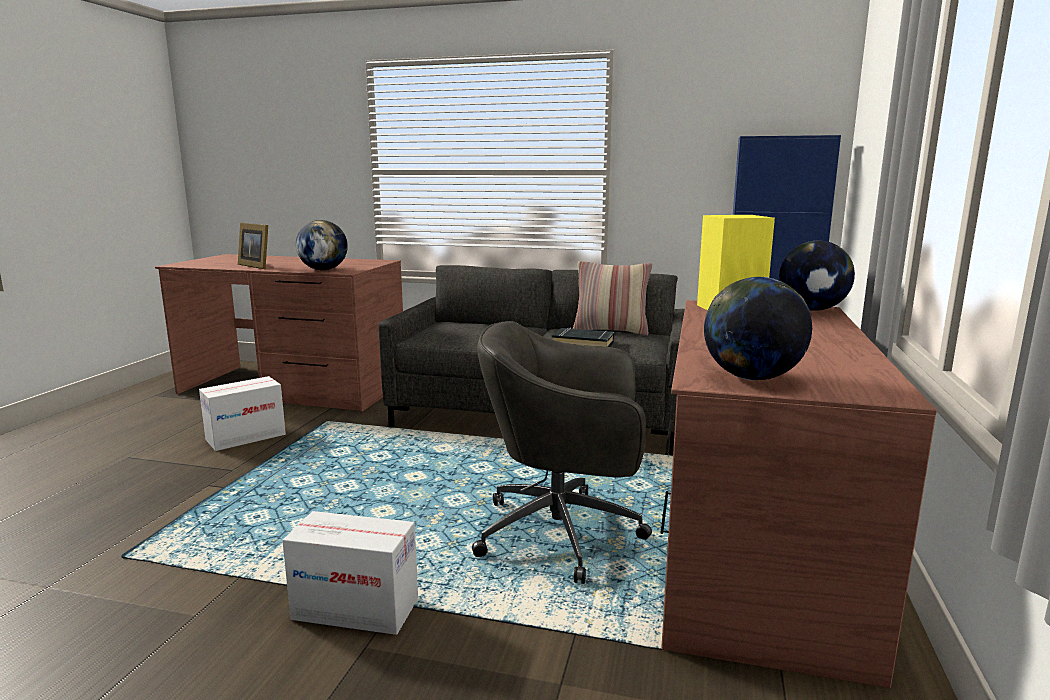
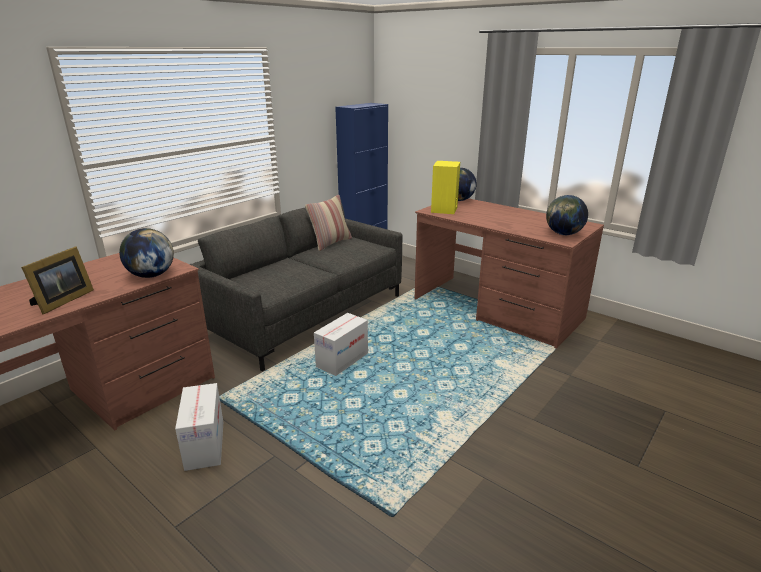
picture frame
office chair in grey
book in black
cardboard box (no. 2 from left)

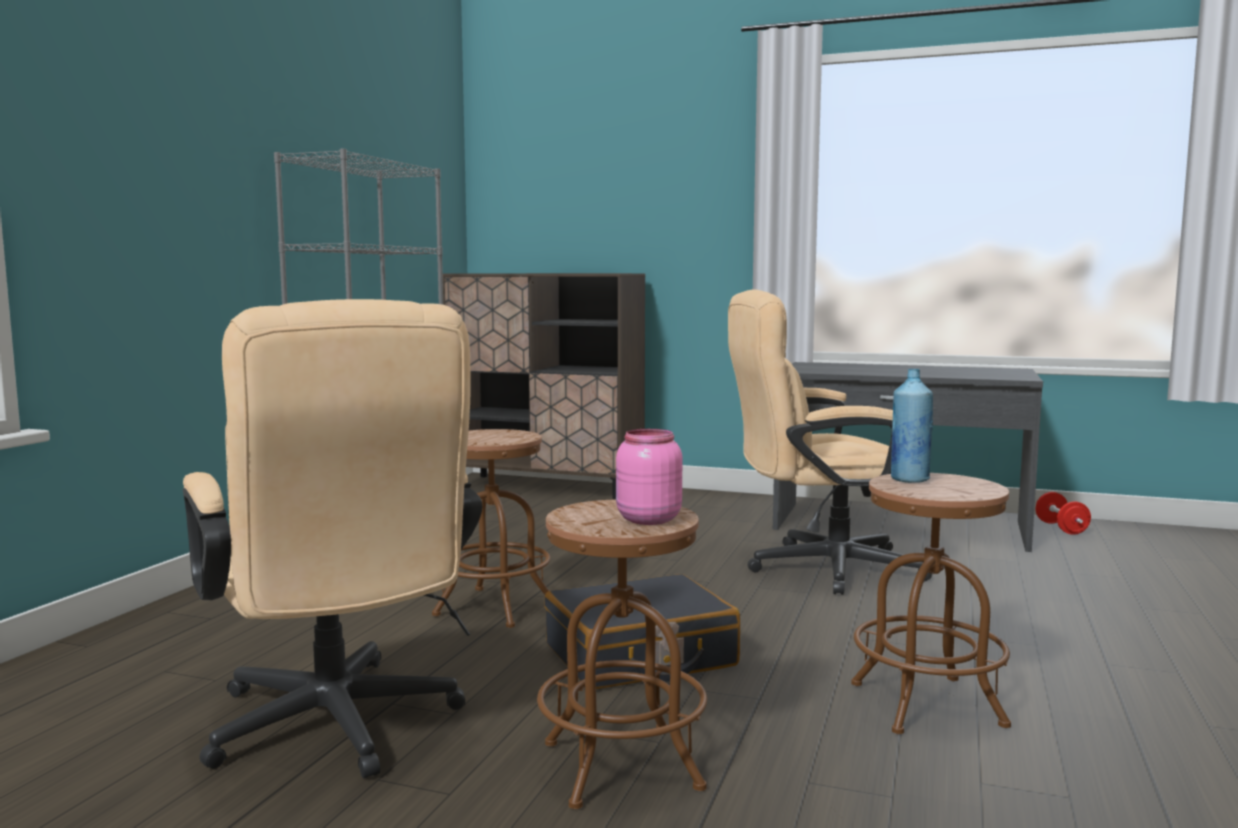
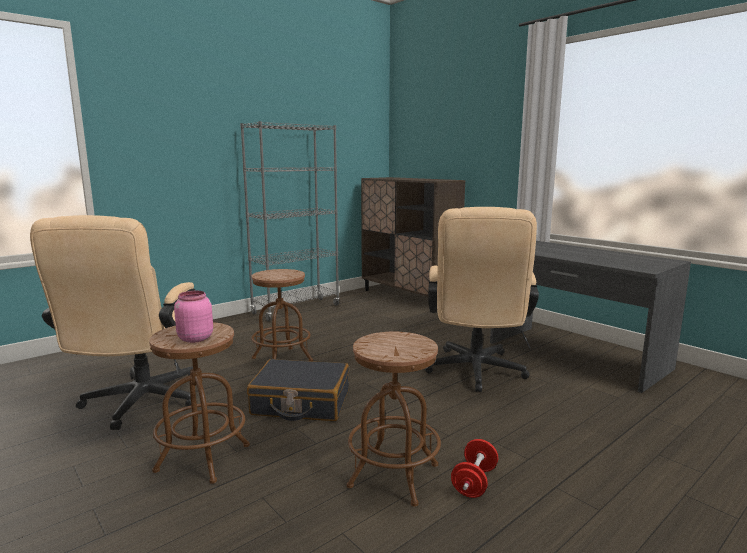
office chair in beige (no. 2 from left)
bottle in blue
dumbbell in red

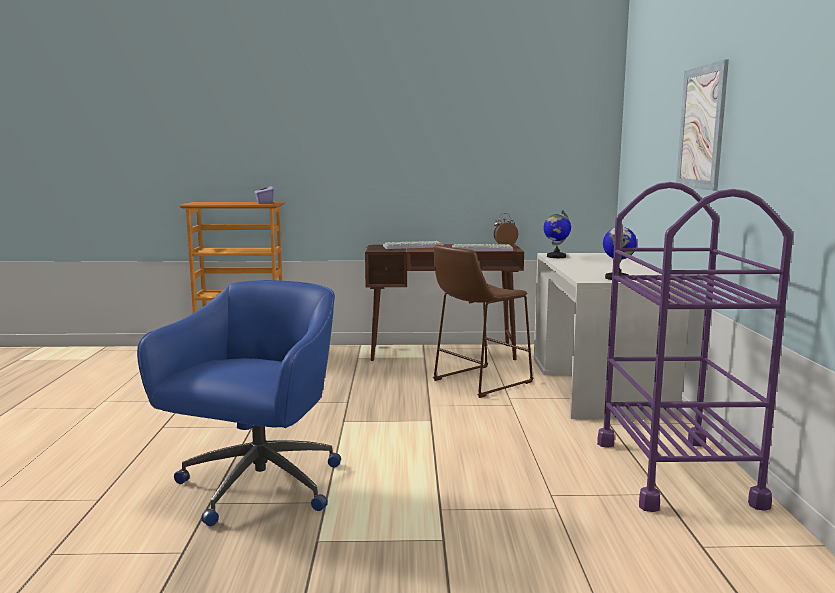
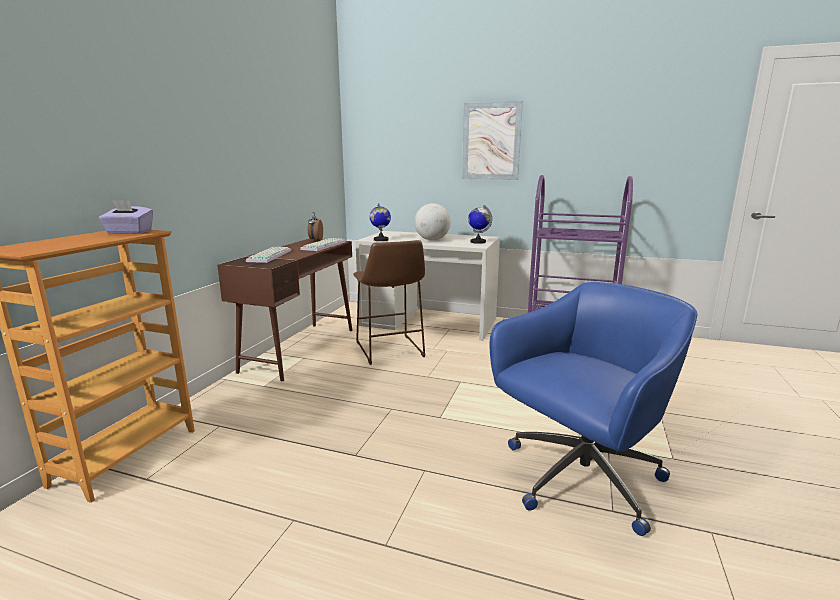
office chair in blue
globe (no. 2 from left)

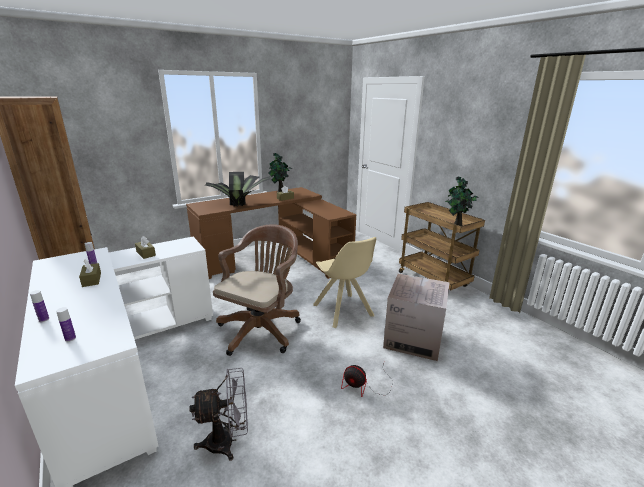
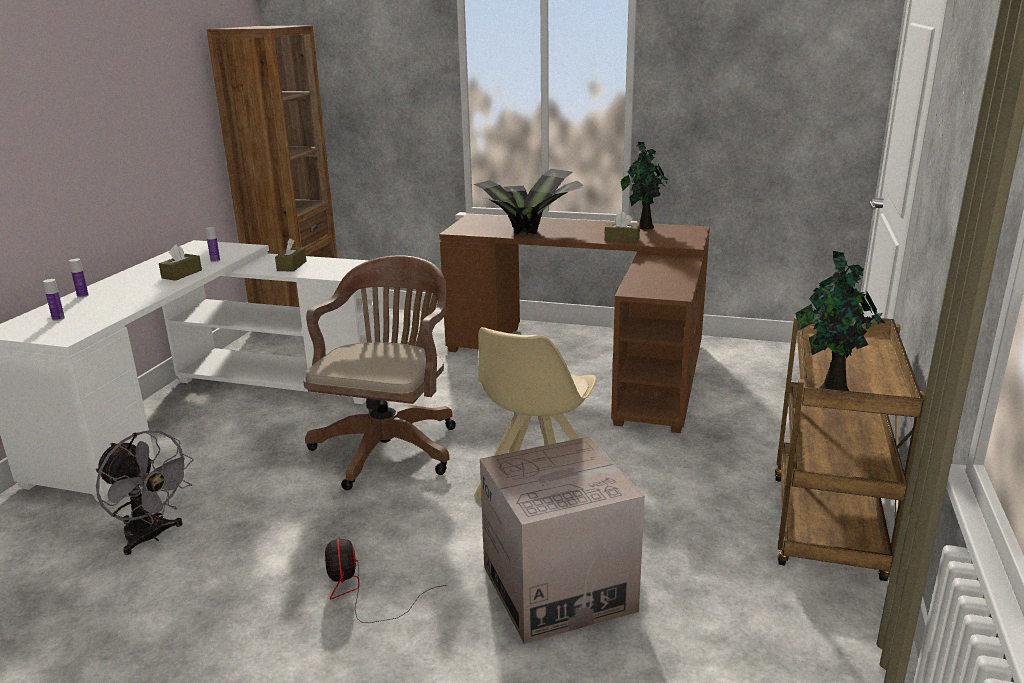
office chair in brown

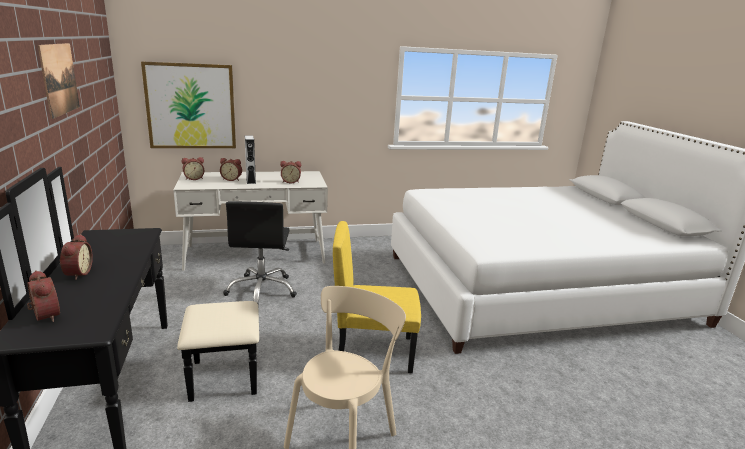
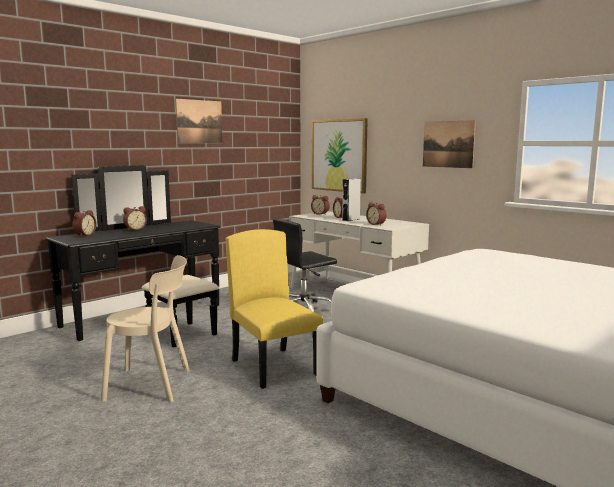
picture (no. 3 from left)

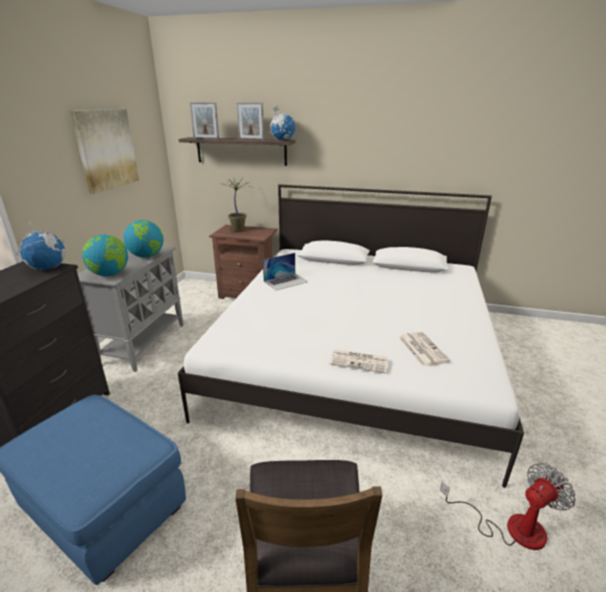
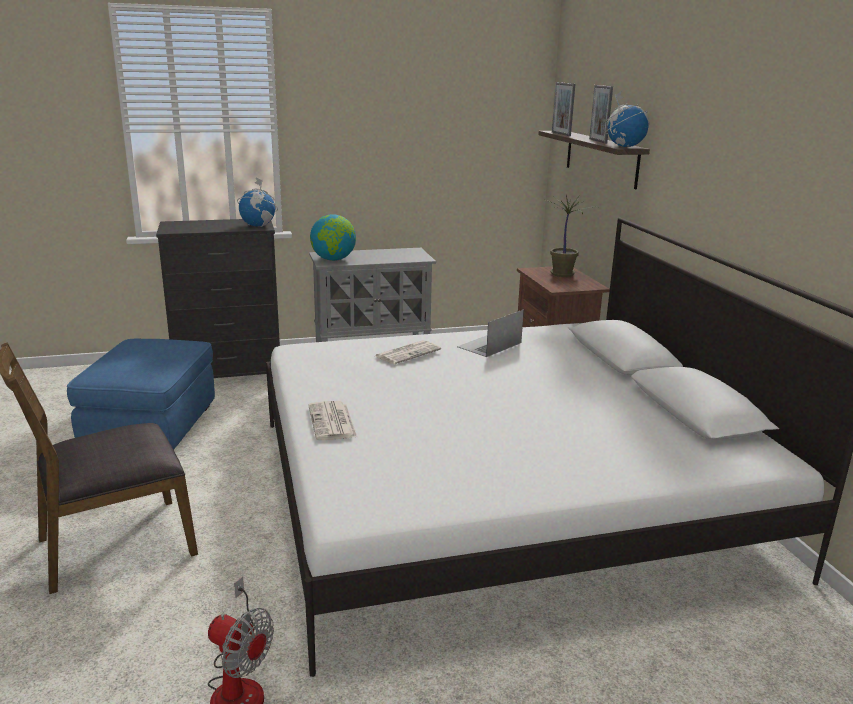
picture
globe (no. 3 from left in the first image)
laptop
newspaper (no. 2 from left)

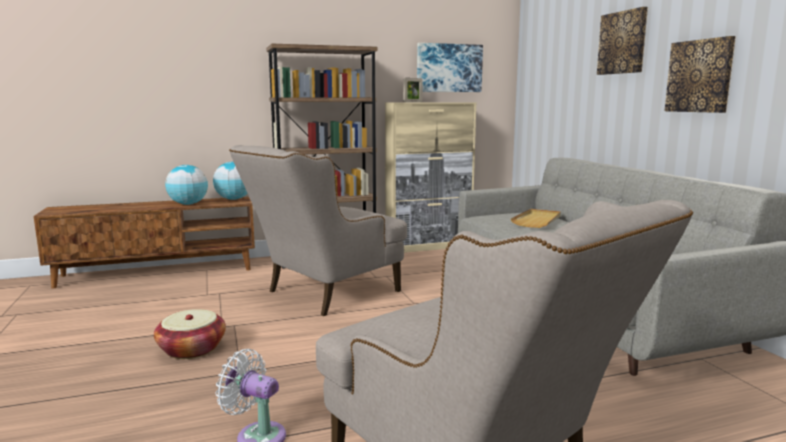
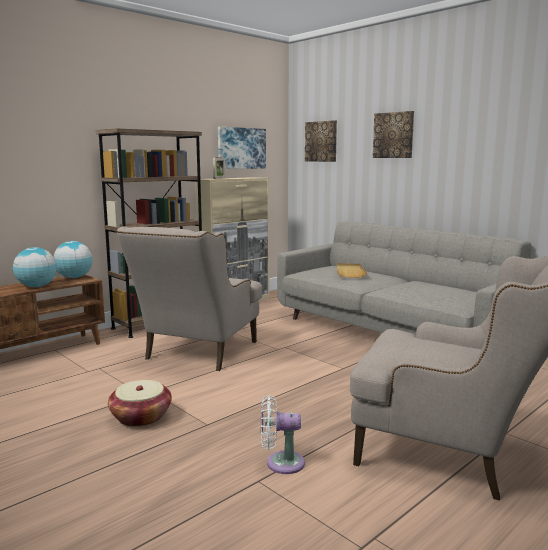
picture (no. 2 from left)

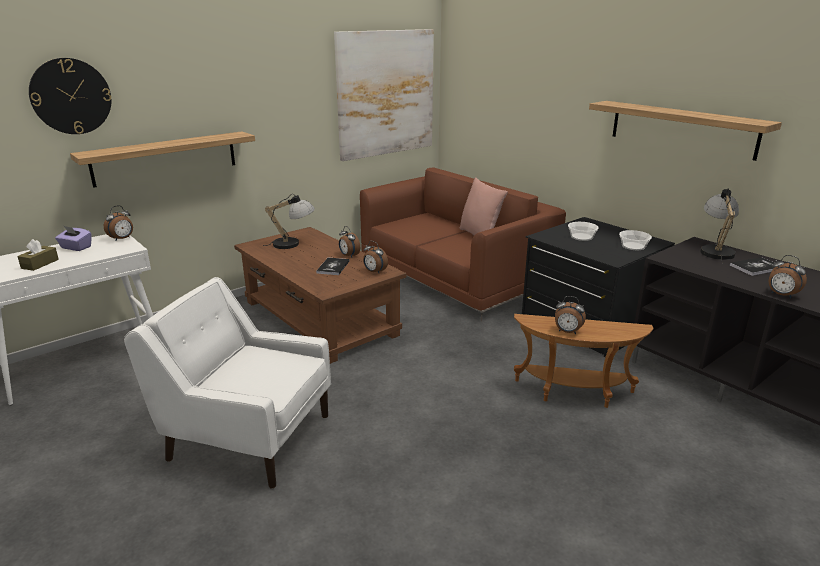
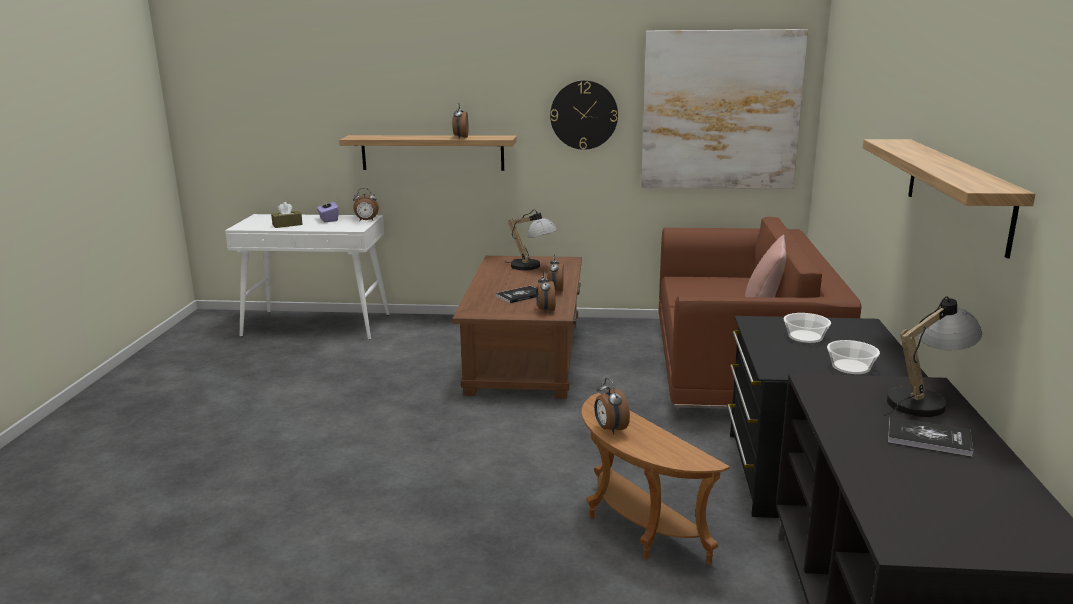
wall clock
alarm clock (no. 2 from left)
armchair in white

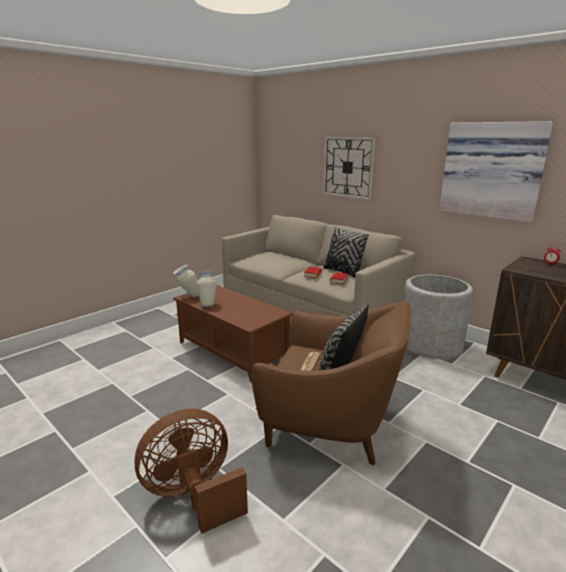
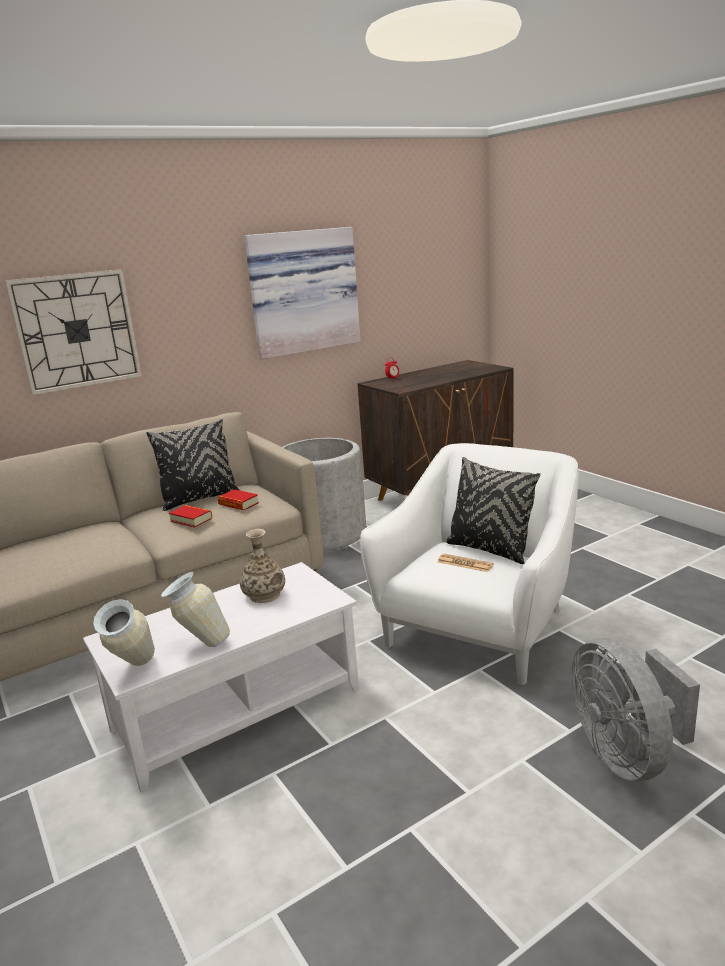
coffee table in white
armchair in white
fan in grey
vase (no. 3 from left)

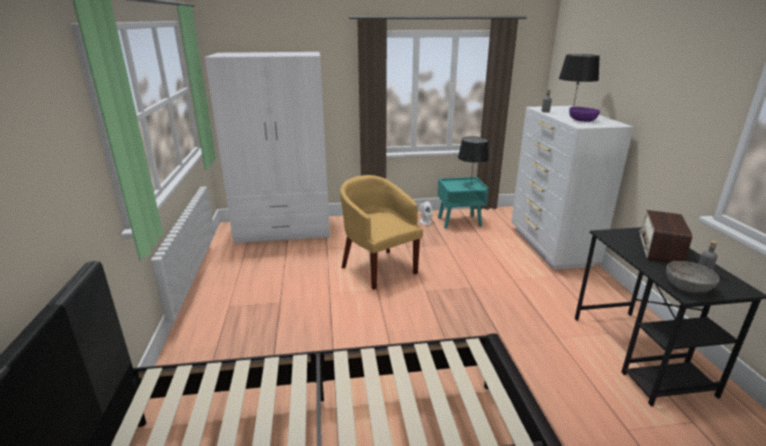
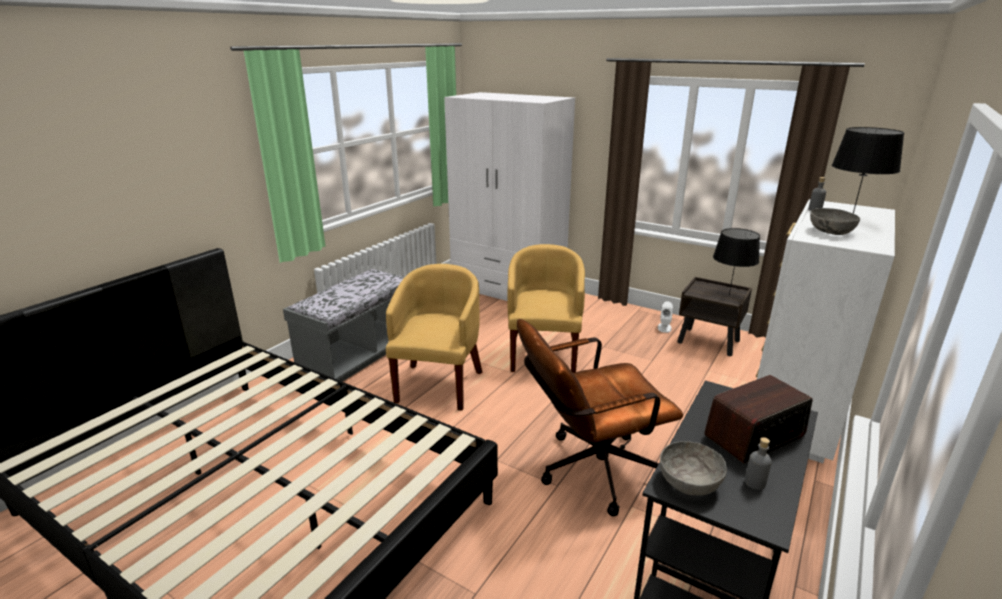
bowl in grey (no. 2 from left)
nightstand in brown
armchair in yellow (no. 1 from left)
bench in grey
office chair in brown

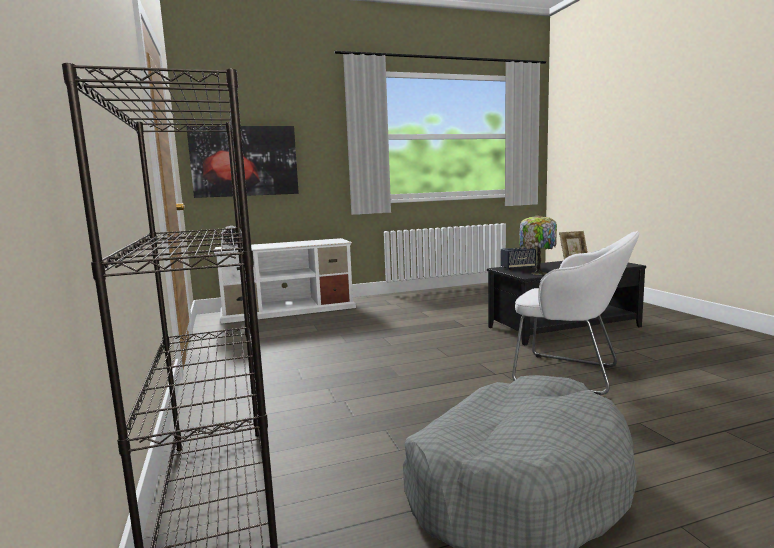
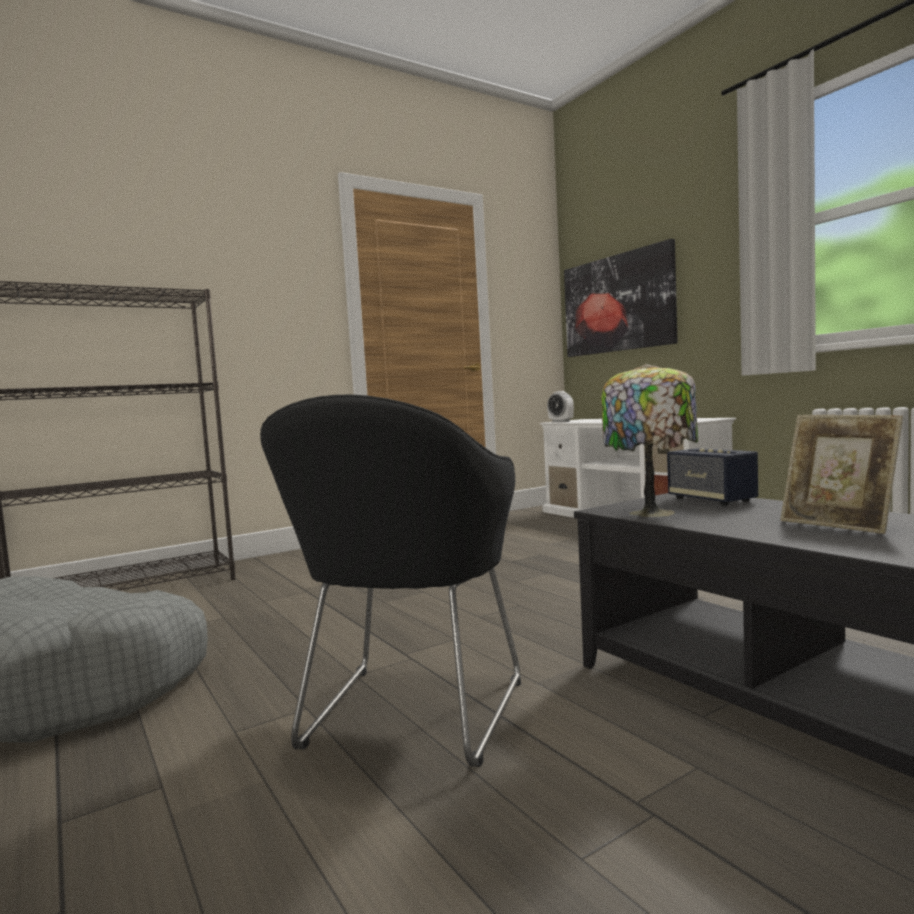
armchair in black

